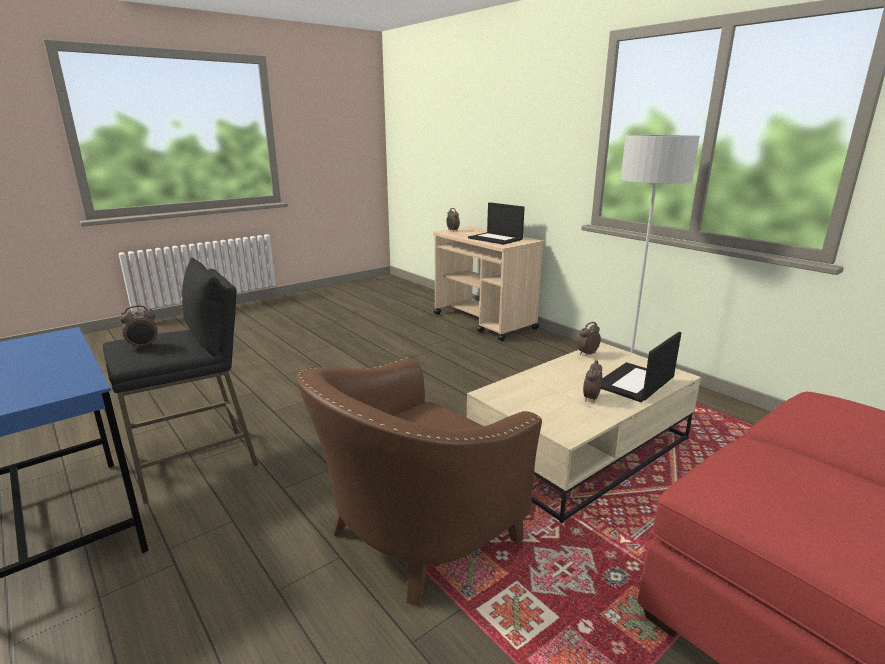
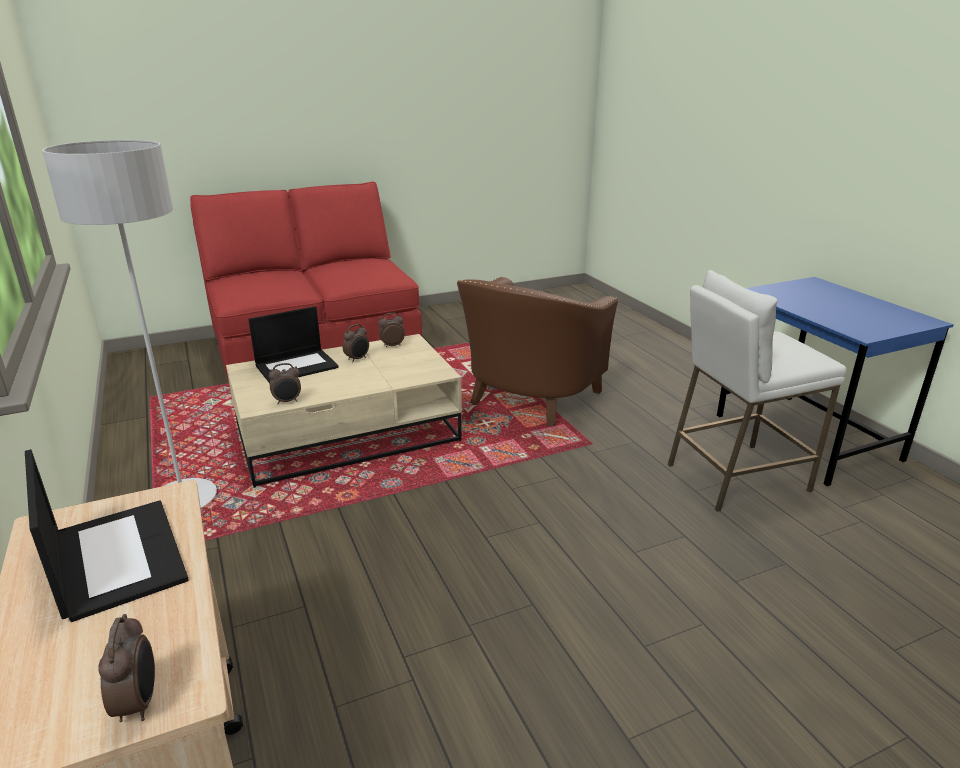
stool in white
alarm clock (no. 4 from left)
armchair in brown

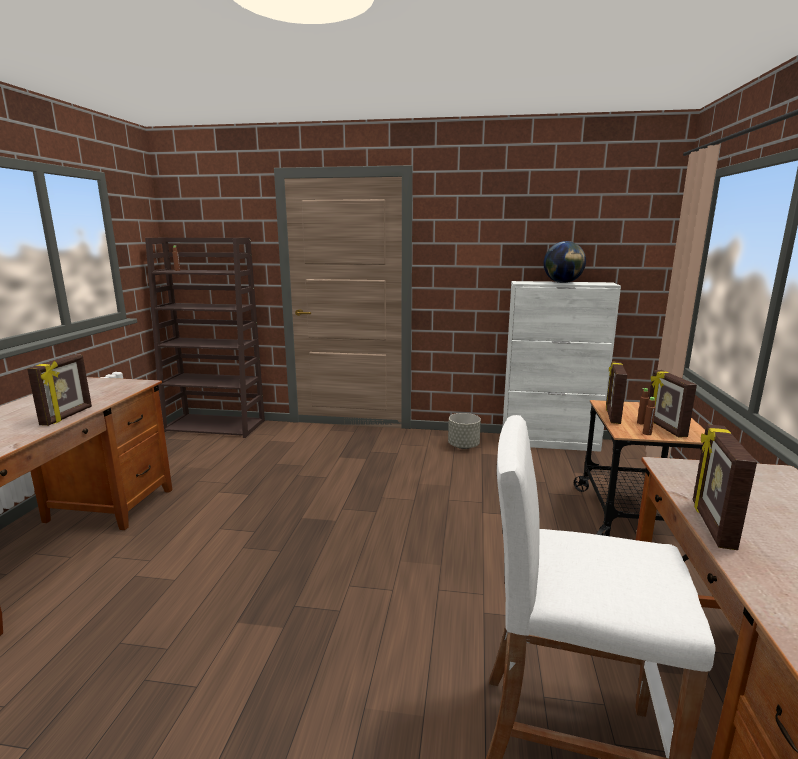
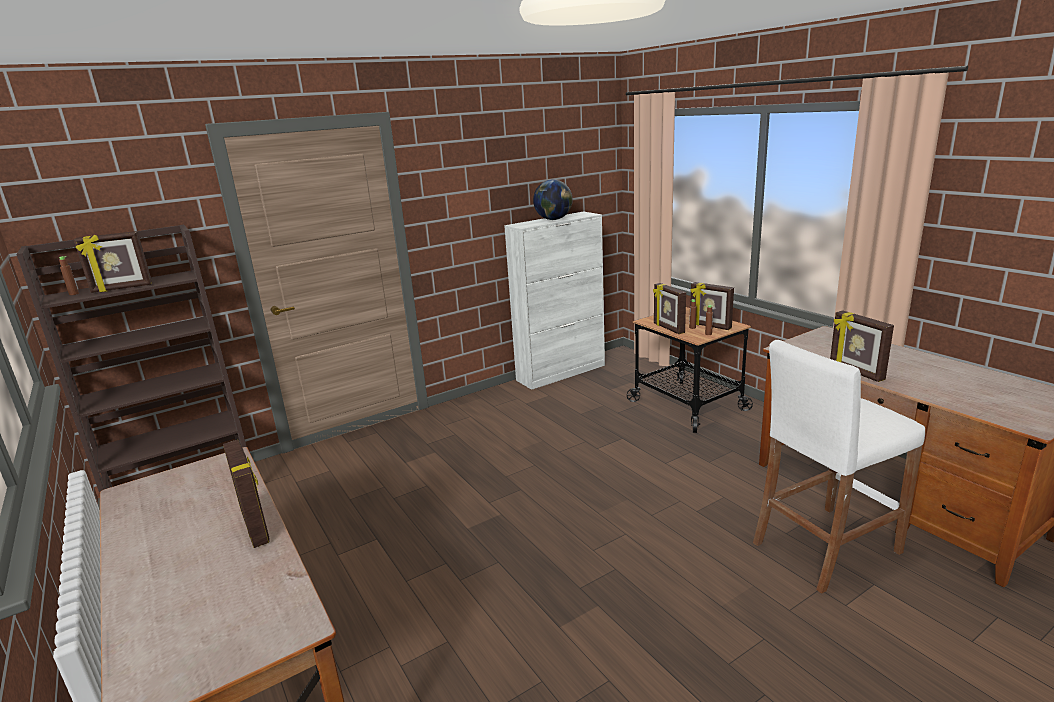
planter in grey
picture frame (no. 1 from left)

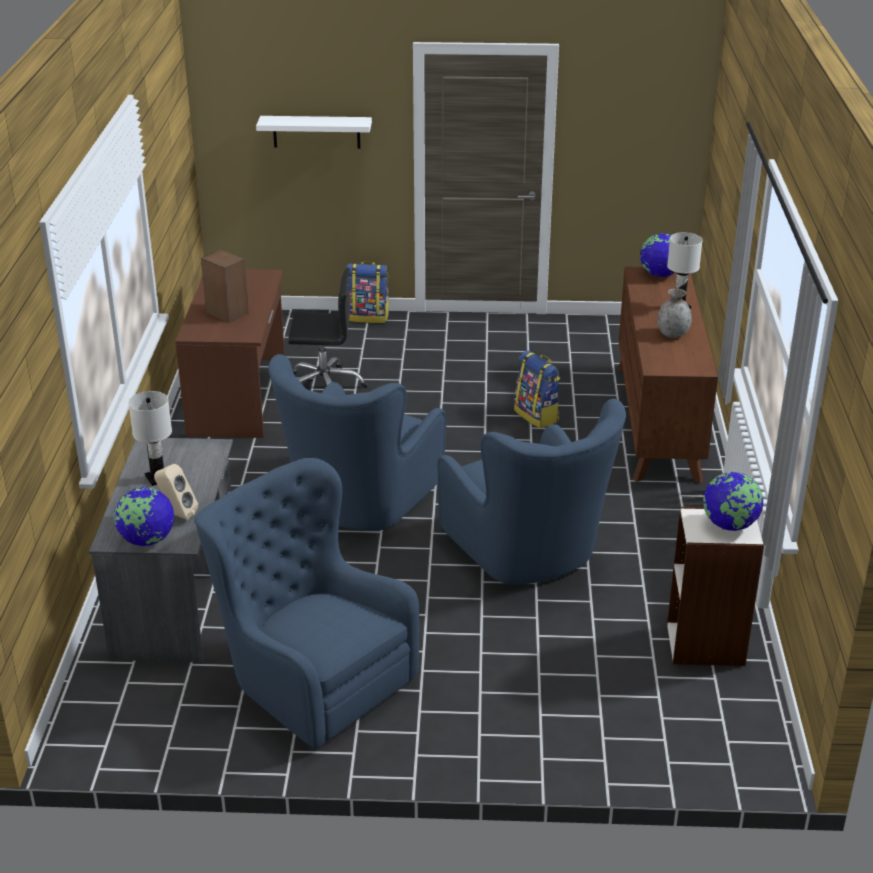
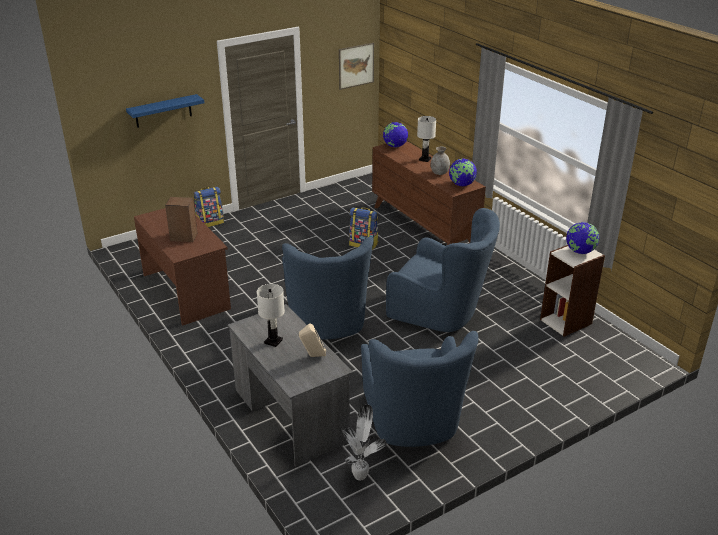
shelf in blue
office chair in black
armchair in blue (no. 2 from left)
globe (no. 2 from left)
picture
potted plant

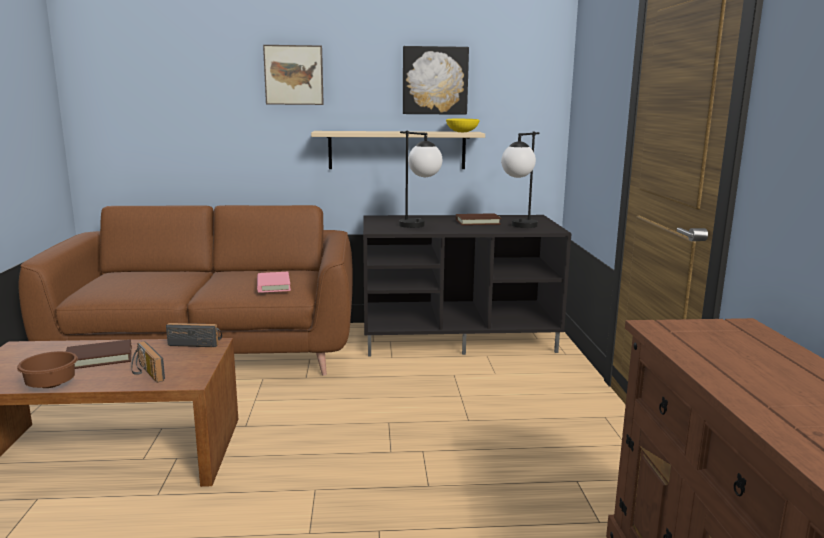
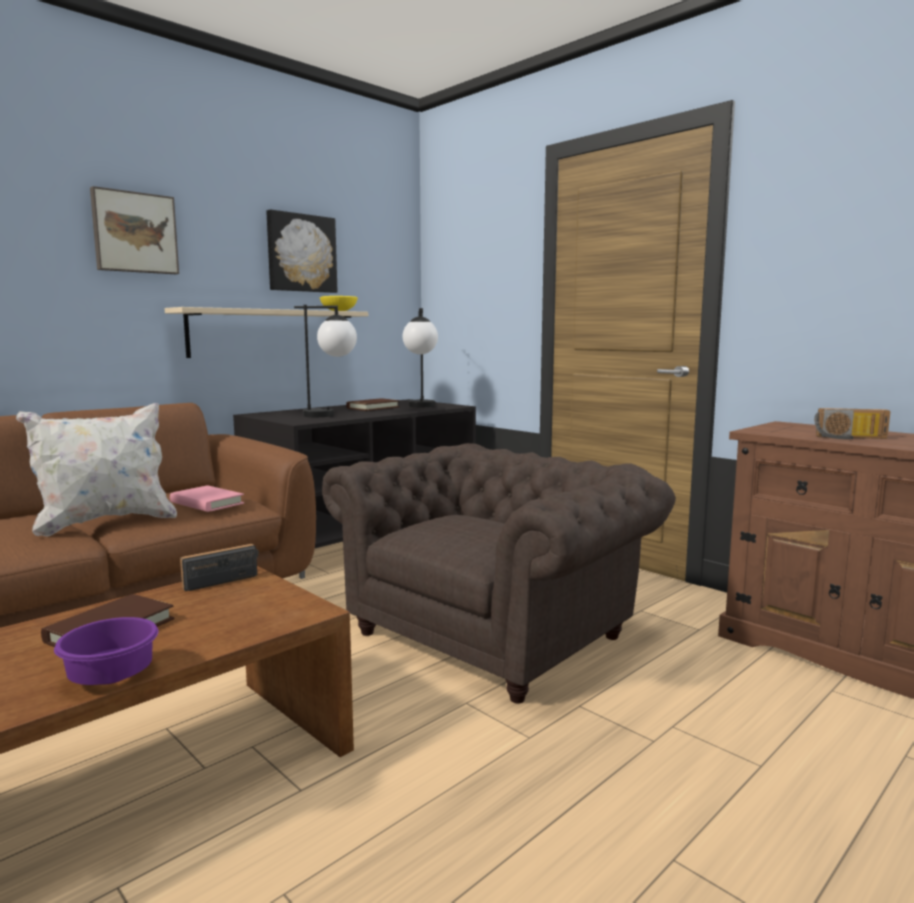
radio (no. 2 from left)
bowl in purple
pillow in white
armchair in brown

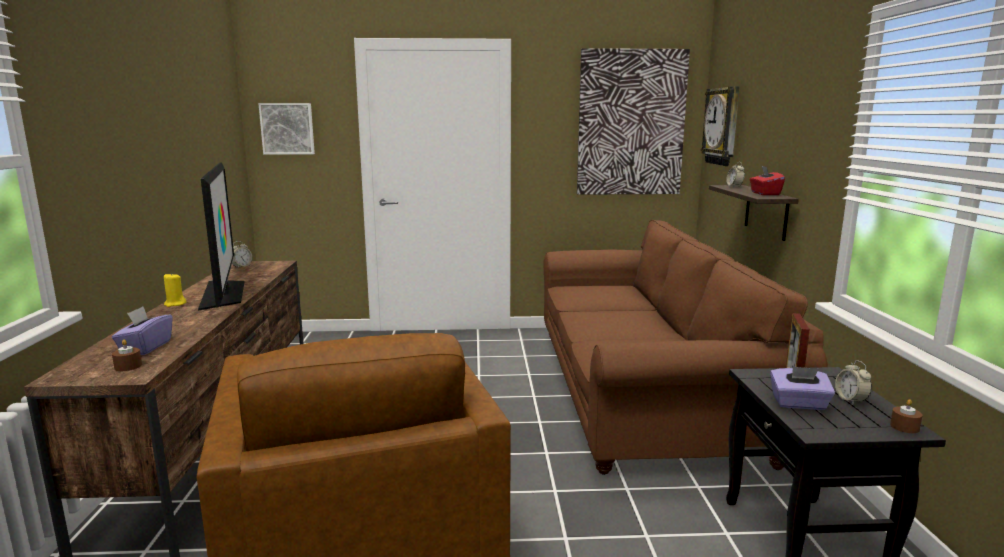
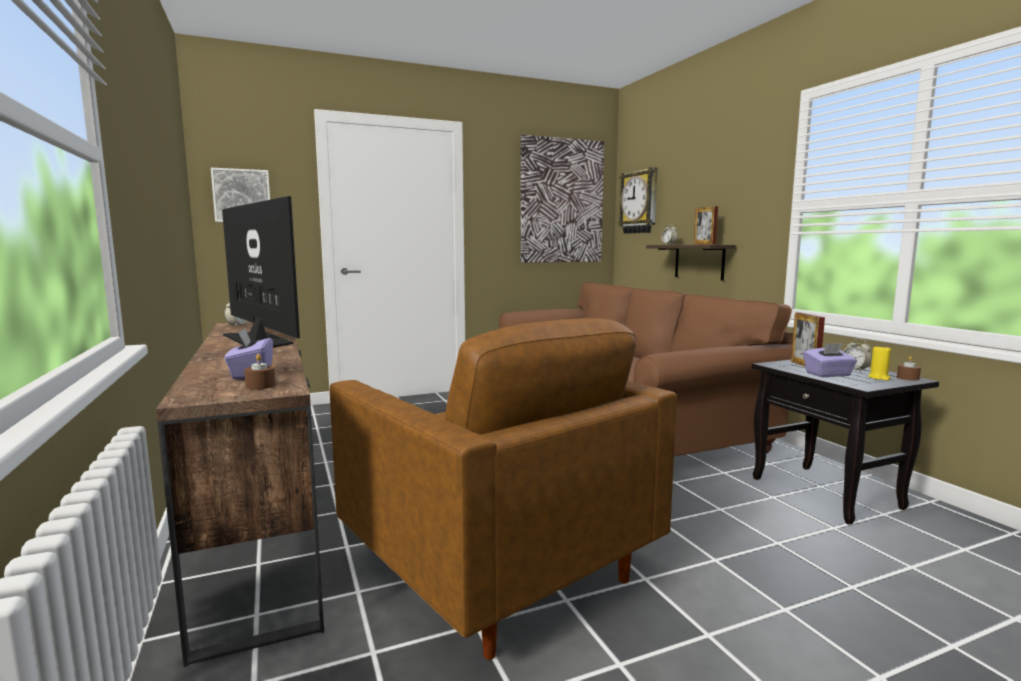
picture frame (no. 1 from left)
candle in yellow

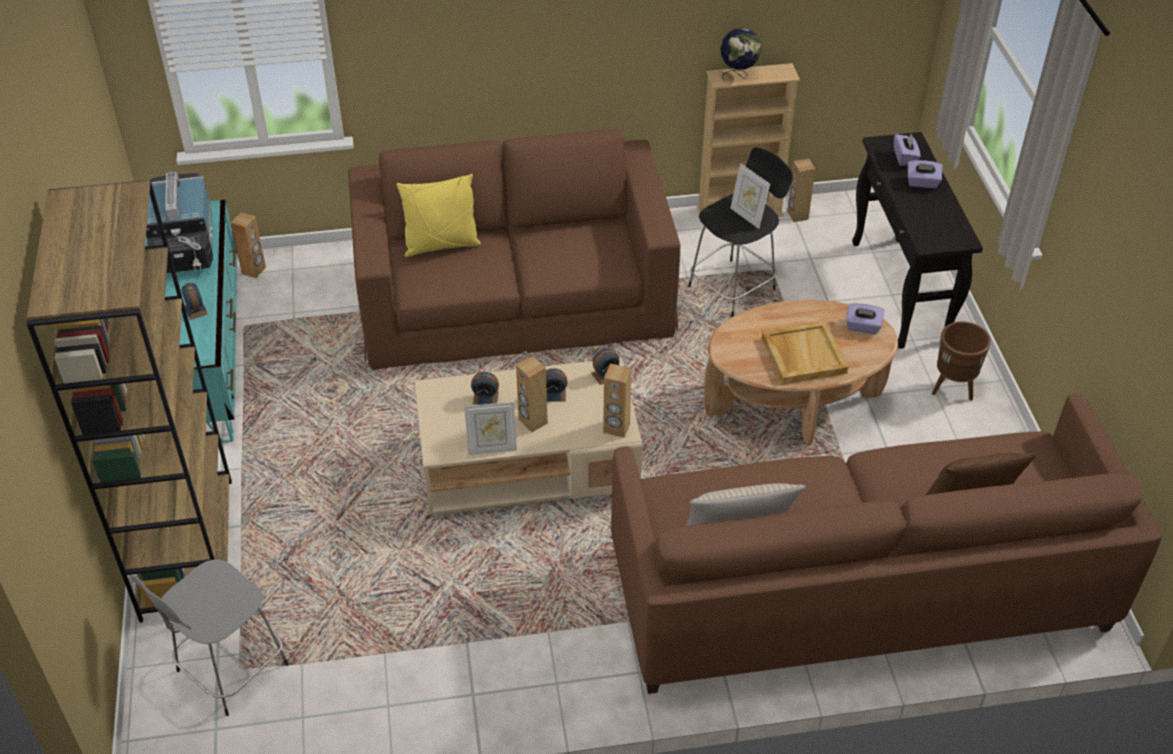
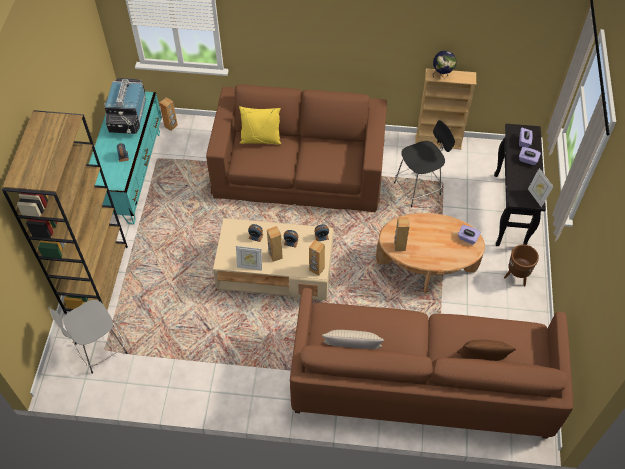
speaker in brown (no. 4 from left)
picture frame (no. 2 from left)
tray in beige

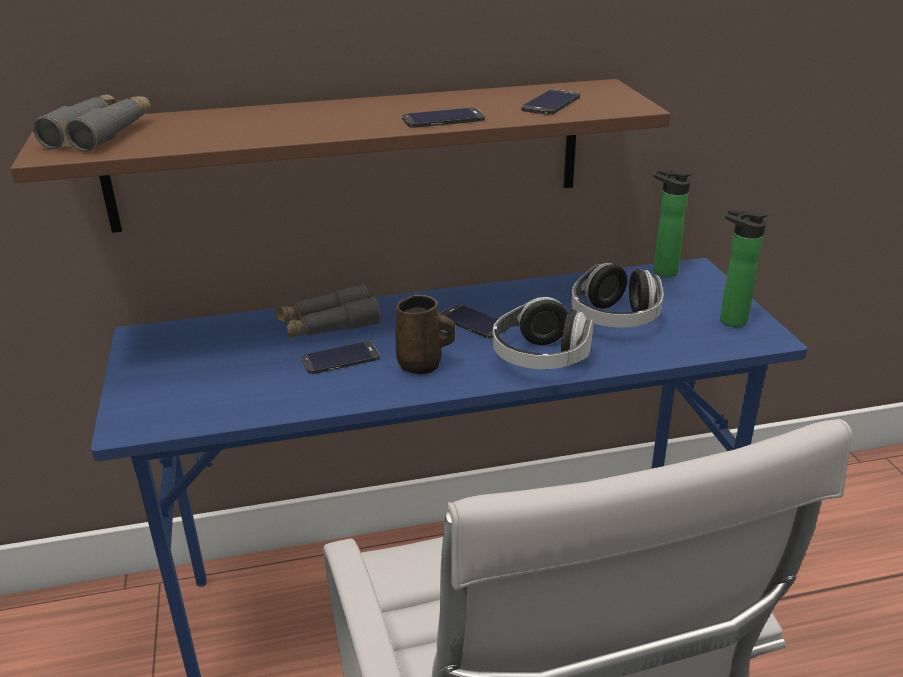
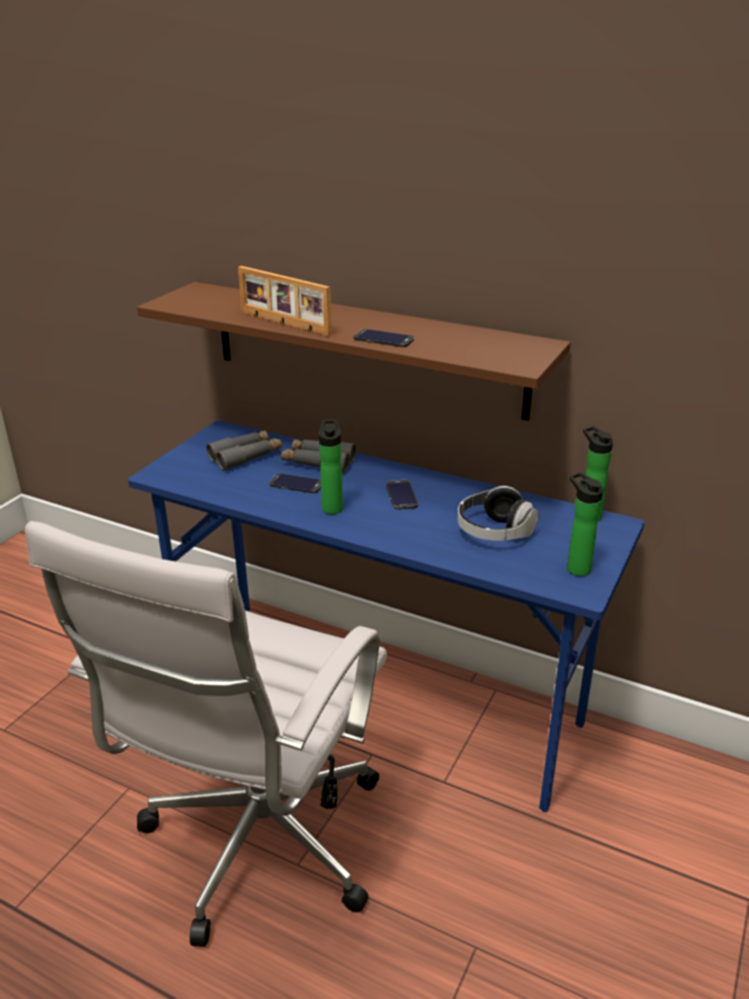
phone (no. 4 from left in the first image)
binoculars in grey (no. 1 from left)
bottle (no. 1 from left)
headphones (no. 1 from left in the first image)
picture frame

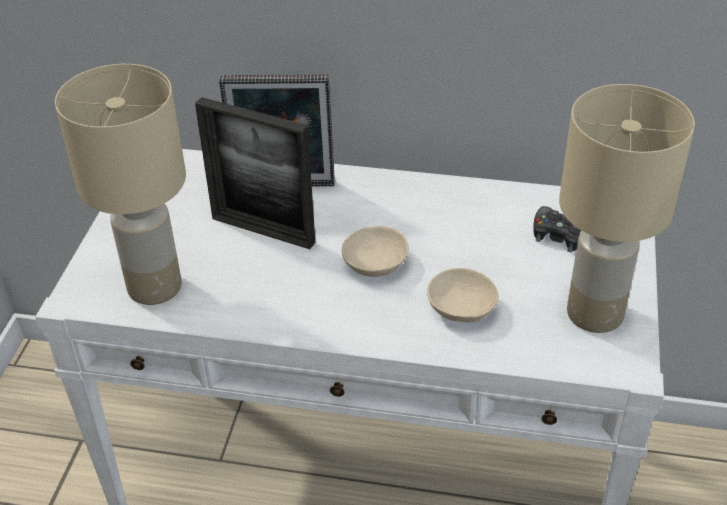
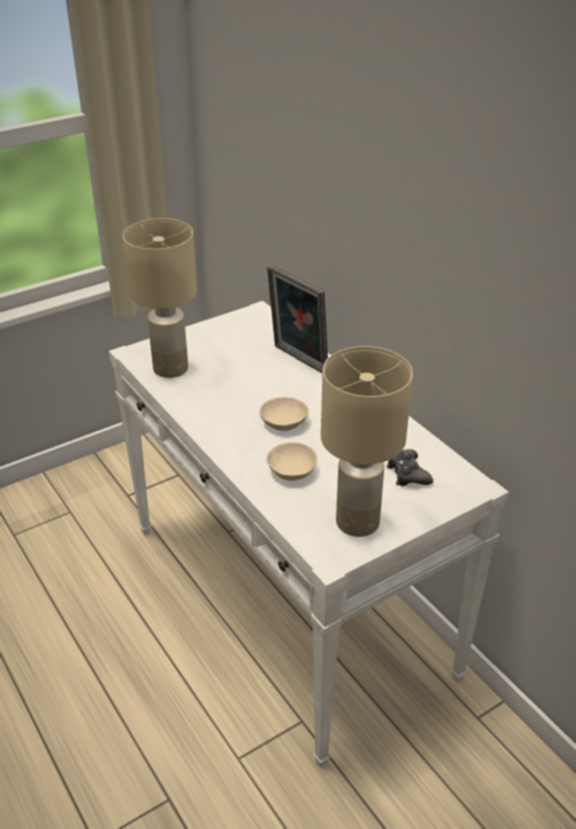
picture frame (no. 1 from left in the first image)

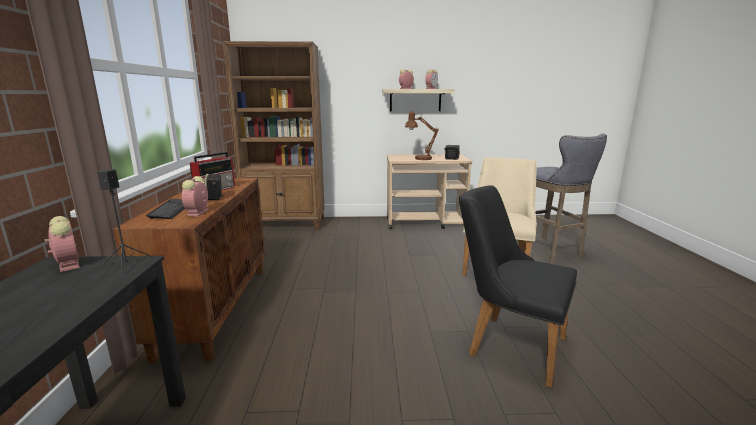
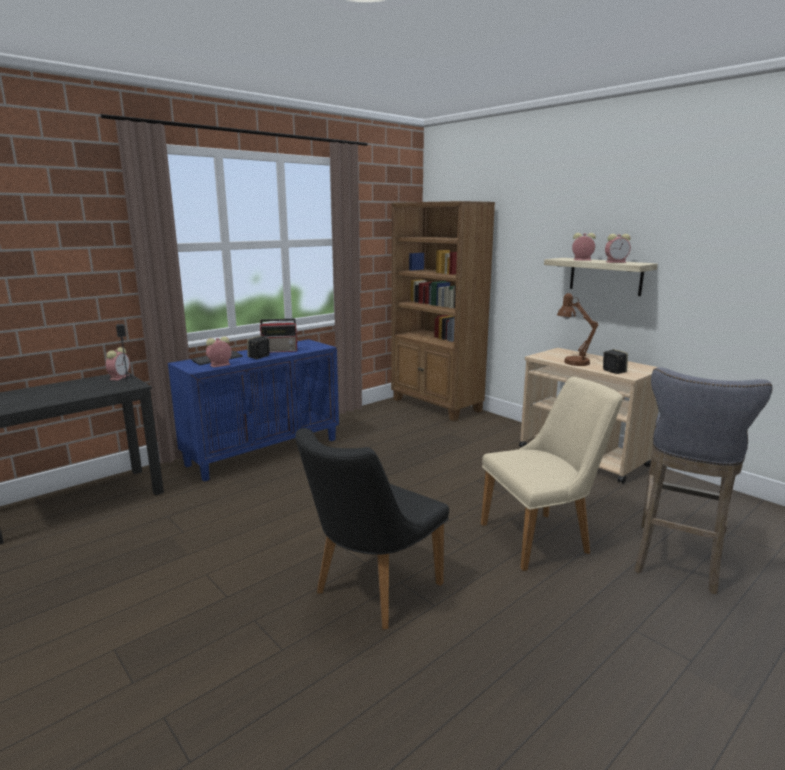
cabinet in blue
chair in black

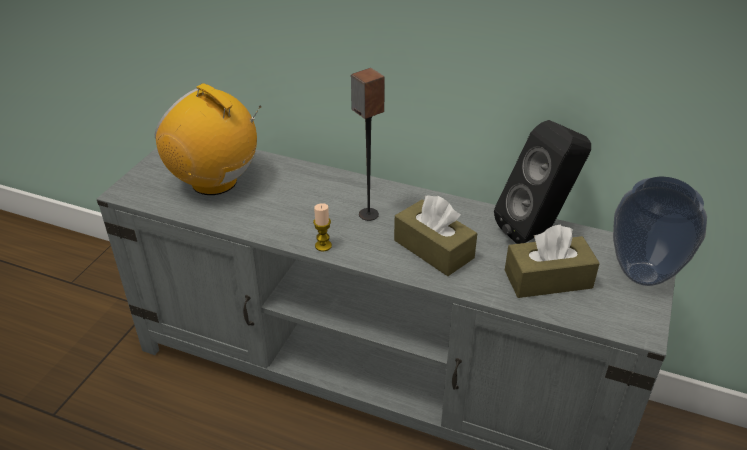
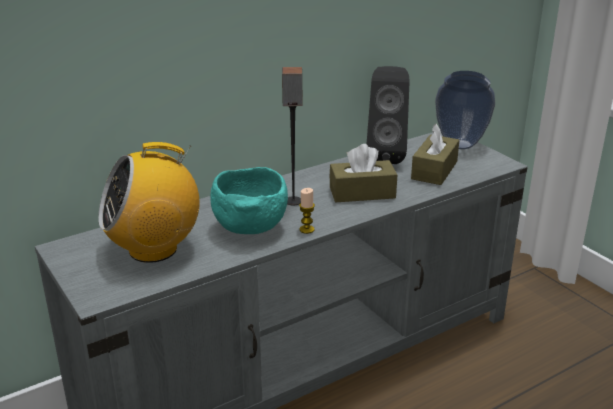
bowl in turquoise

